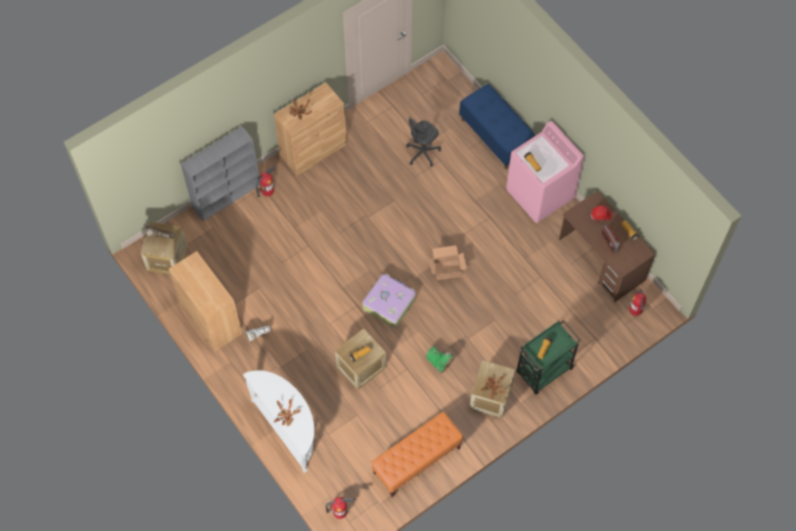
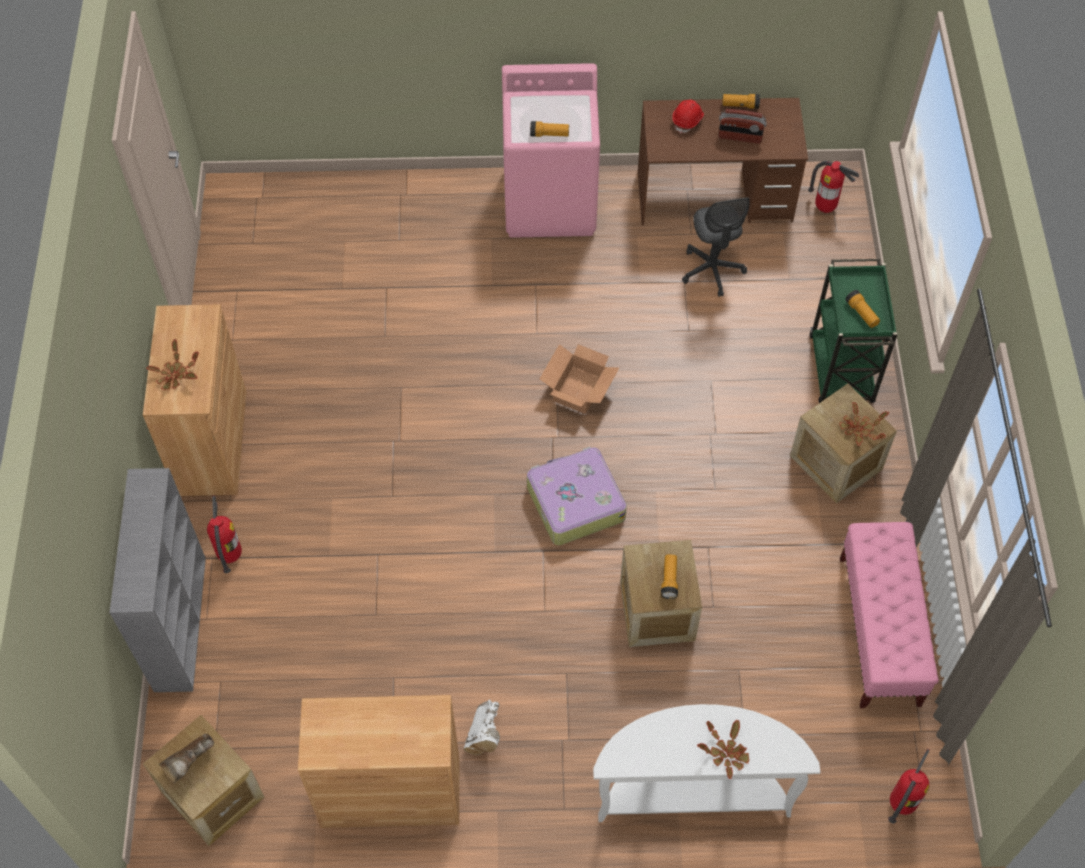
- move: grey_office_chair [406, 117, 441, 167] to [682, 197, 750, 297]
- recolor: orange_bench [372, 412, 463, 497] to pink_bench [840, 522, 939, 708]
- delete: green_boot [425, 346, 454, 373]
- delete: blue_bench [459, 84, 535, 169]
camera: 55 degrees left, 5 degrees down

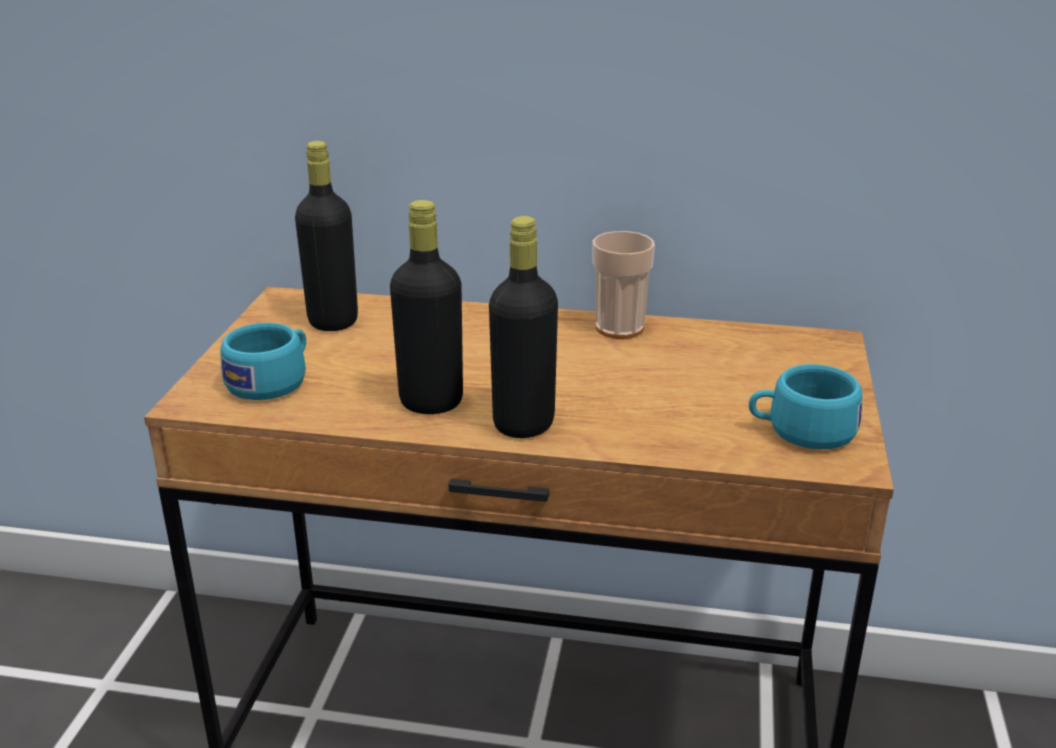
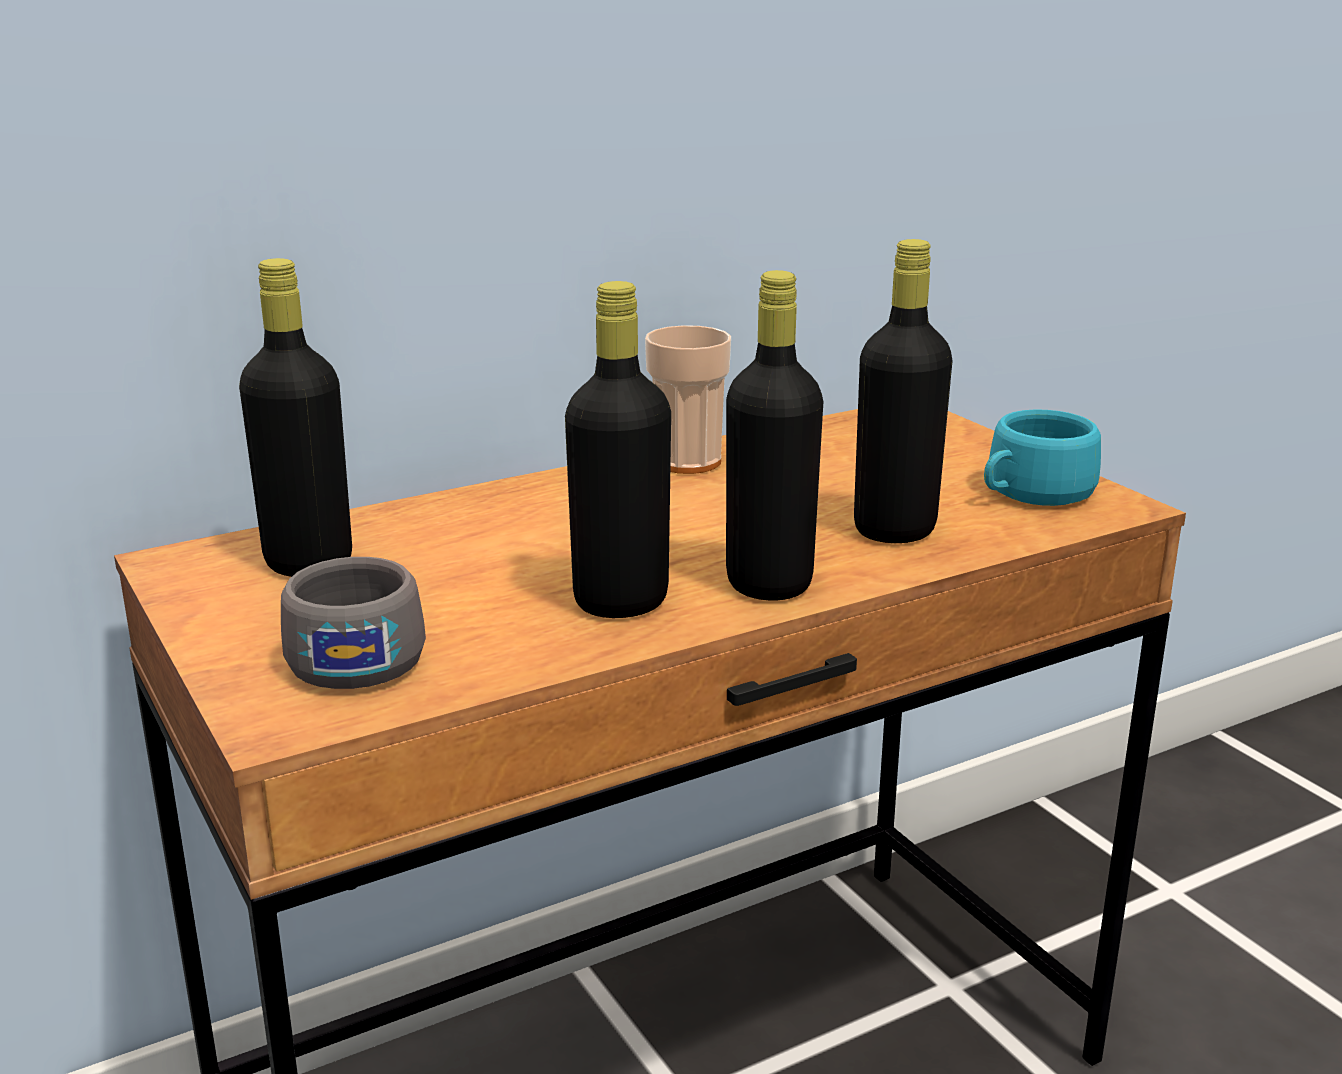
- recolor: turquoise_cup [220, 323, 306, 400] to grey_cup [281, 557, 426, 689]
- insert: black_bottle [854, 239, 953, 543]
camera: 40 degrees left, 5 degrees down

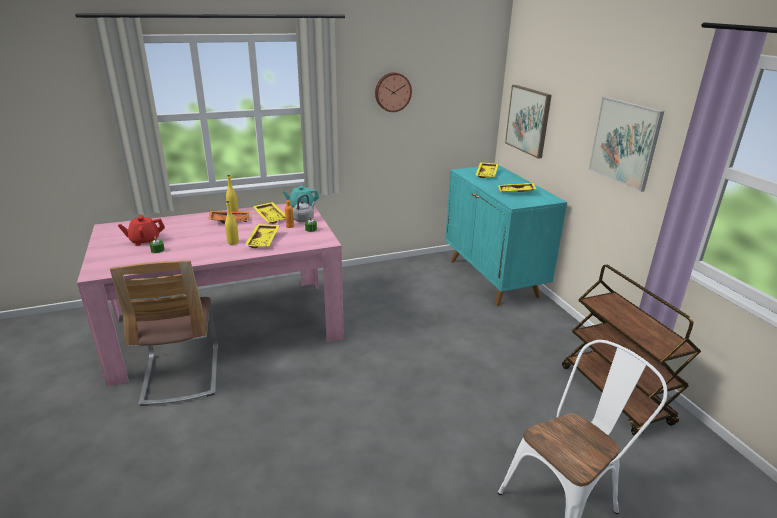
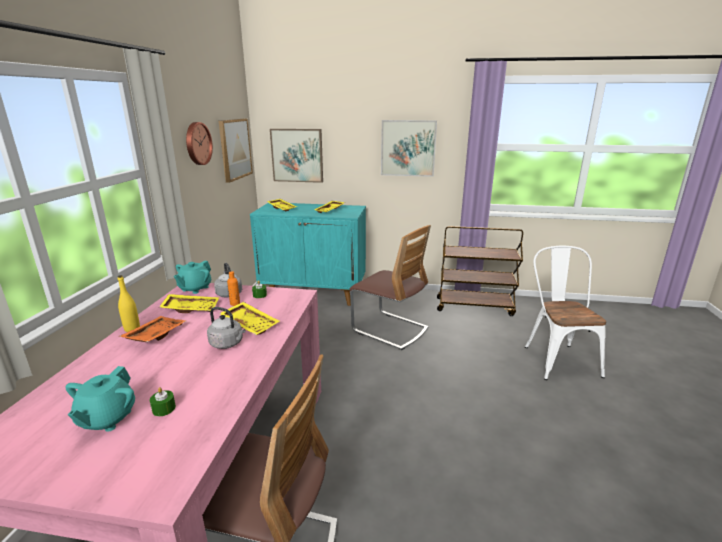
- recolor: red_teapot [118, 215, 165, 246] to turquoise_teapot [65, 366, 135, 432]
- replace: yellow_bottle [225, 201, 239, 245] to grey_kettle [207, 307, 245, 349]
- insert: picture [219, 119, 253, 183]
- insert: chair [349, 225, 431, 350]
camera: 60 degrees left, 5 degrees down

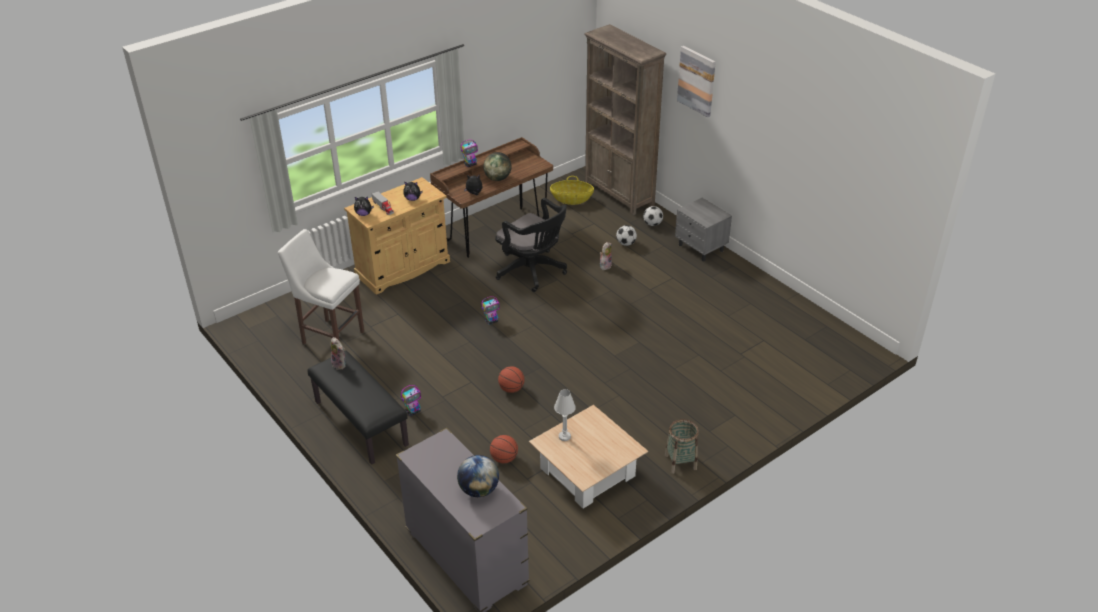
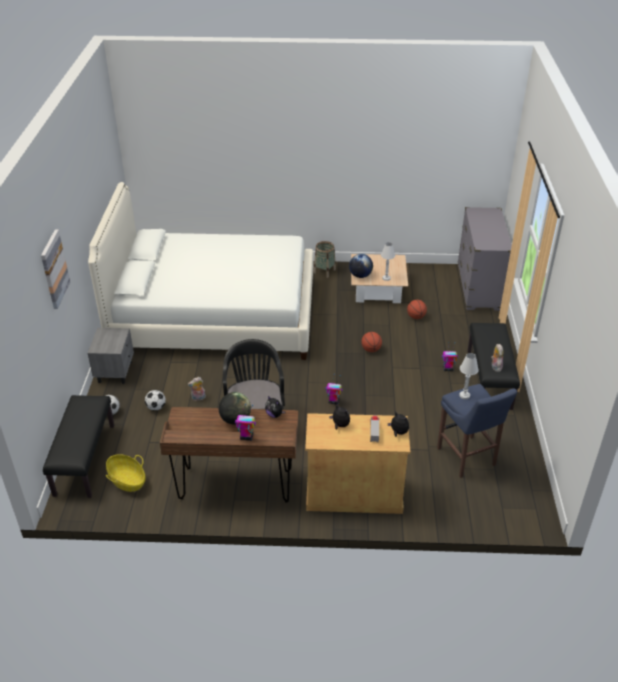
- replace: brown_bookcase [584, 24, 666, 215] to black_bench [43, 395, 114, 498]
- insert: white_bed [88, 182, 314, 360]
- move: globe [457, 455, 499, 497] to [349, 254, 373, 278]
- recolor: white_stool [278, 229, 364, 345] to blue_stool [437, 384, 517, 478]
- insert: white_table_lamp [459, 353, 478, 399]
camera: 140 degrees left, 0 degrees up

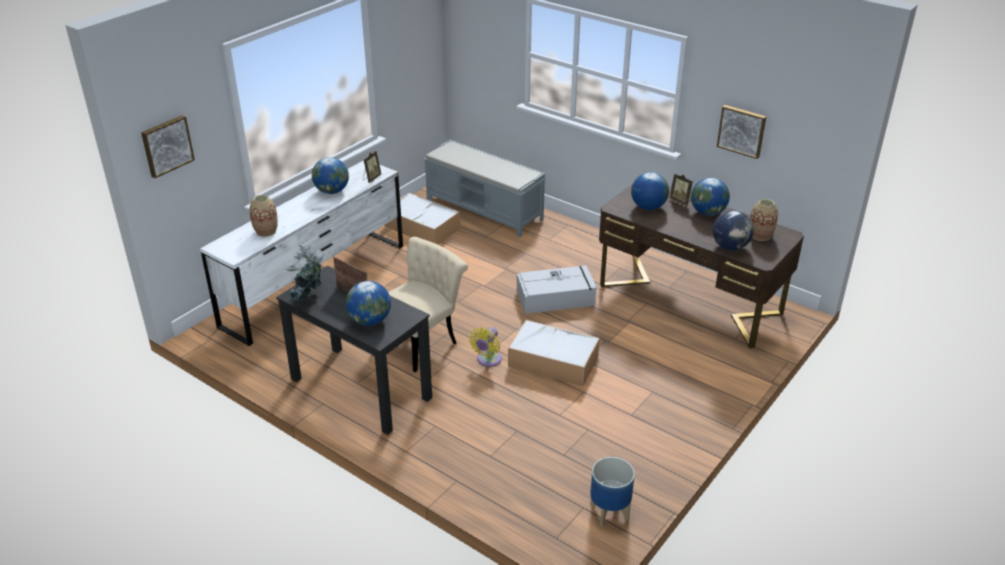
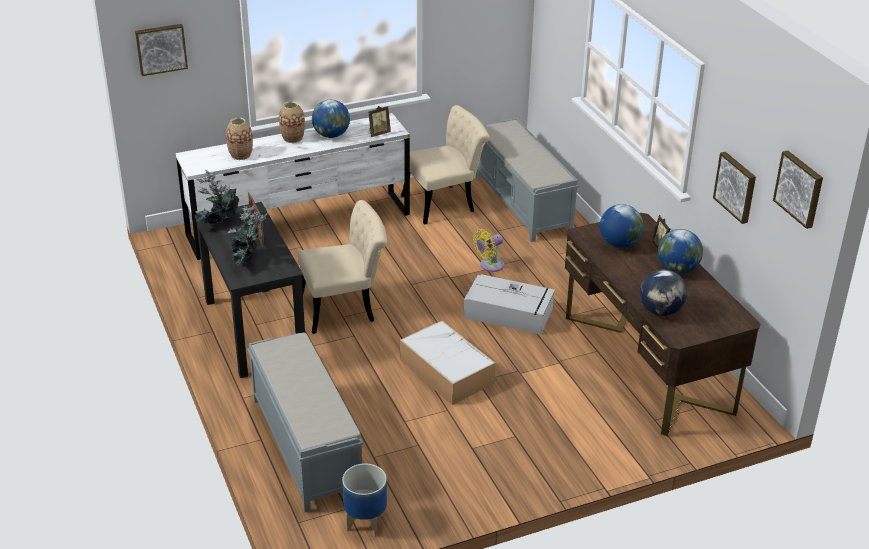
- replace: globe [346, 281, 391, 326] to potted_plant [228, 205, 268, 266]
- insert: grey_bench [247, 332, 363, 512]
- move: vase [750, 199, 778, 241] to [279, 101, 305, 143]
- replace: storage_box [385, 193, 460, 245] to beige_chair [401, 105, 490, 225]
- move: yellow_fan [469, 327, 502, 367] to [473, 229, 504, 272]
- insert: picture [773, 150, 823, 229]
camera: 30 degrees right, 0 degrees up

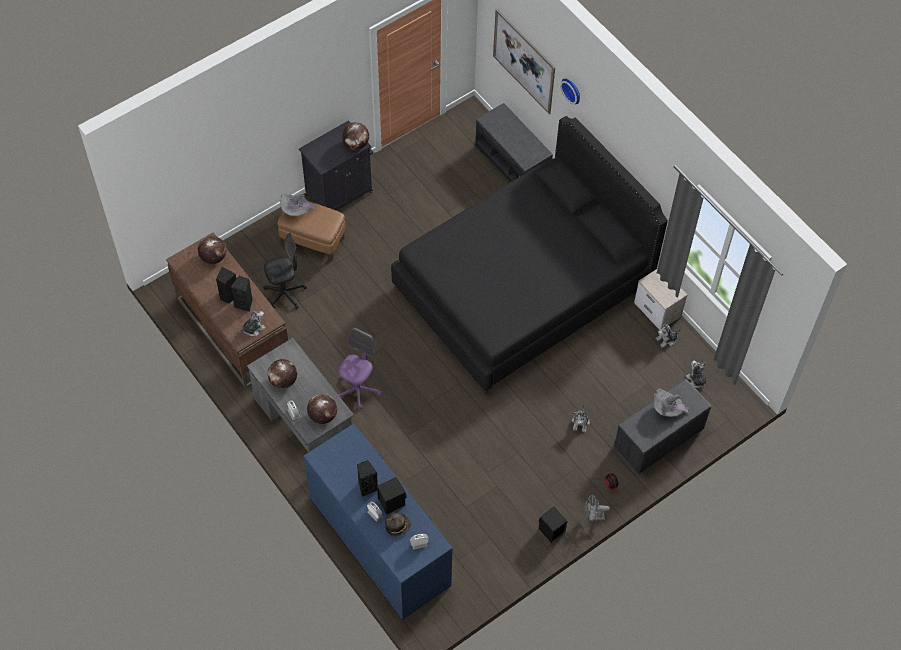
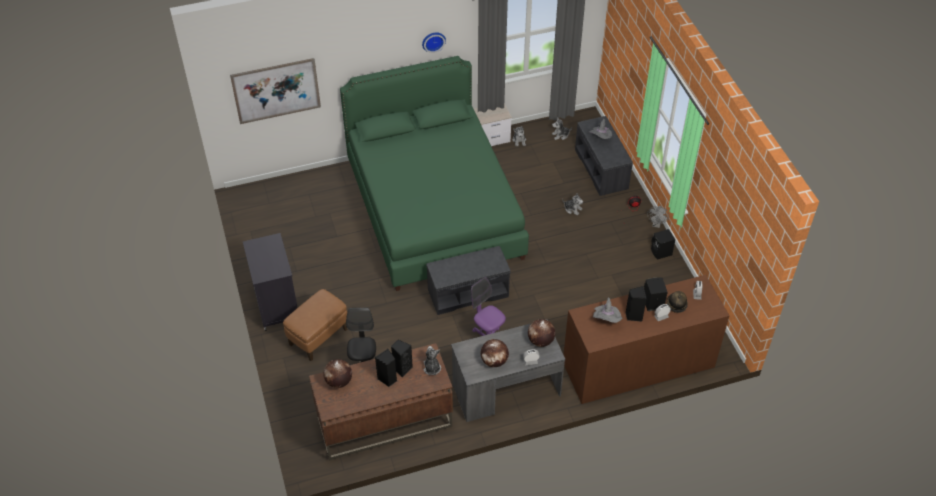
- recolor: black_bed [391, 116, 668, 393] to green_bed [340, 56, 529, 291]
- move: wall_clock [560, 79, 580, 104] to [422, 32, 446, 53]
- move: grey_bench [475, 103, 553, 182] to [426, 246, 511, 315]
- recolor: blue_dresser [304, 424, 453, 620] to brown_dresser [563, 275, 730, 404]
- move: grey_hat [279, 193, 316, 216] to [593, 297, 622, 323]
- delete: globe [342, 122, 369, 150]
camera: 70 degrees left, 10 degrees down

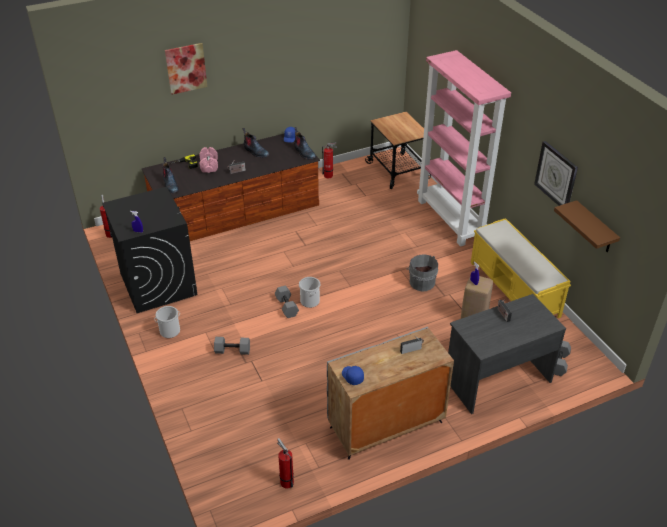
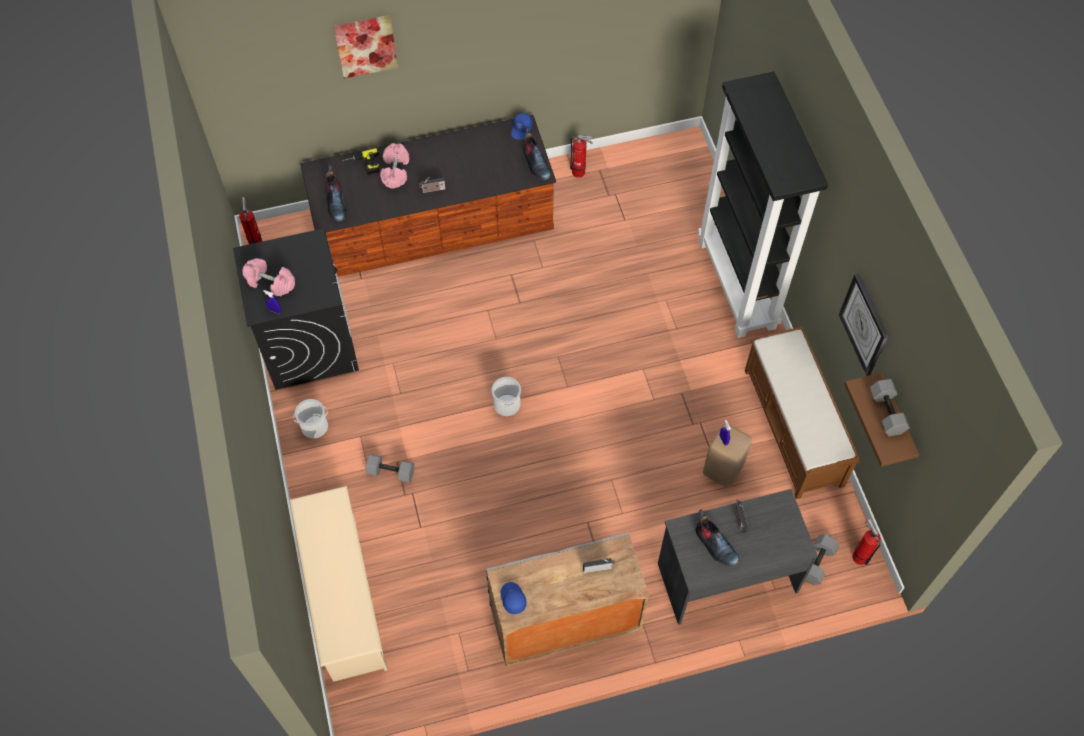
- insert: pink_dumbbell [242, 258, 295, 296]
- insert: beige_shoe_rack [290, 486, 387, 682]
- move: boot [242, 128, 269, 158] to [696, 509, 739, 566]
- recolor: pink_bookcase [417, 50, 511, 247] to black_bookcase [698, 72, 828, 338]
- recolor: yellow_bench [471, 218, 571, 318] to brown_bench [745, 326, 860, 499]
- move: fire_extinguisher [277, 438, 294, 488] to [852, 519, 881, 565]
- move: grey_dumbbell [275, 286, 299, 318] to [870, 379, 910, 436]
- delete: cart [365, 112, 431, 189]
- delete: grey_bucket [407, 254, 438, 292]
camera: 10 degrees right, 20 degrees up

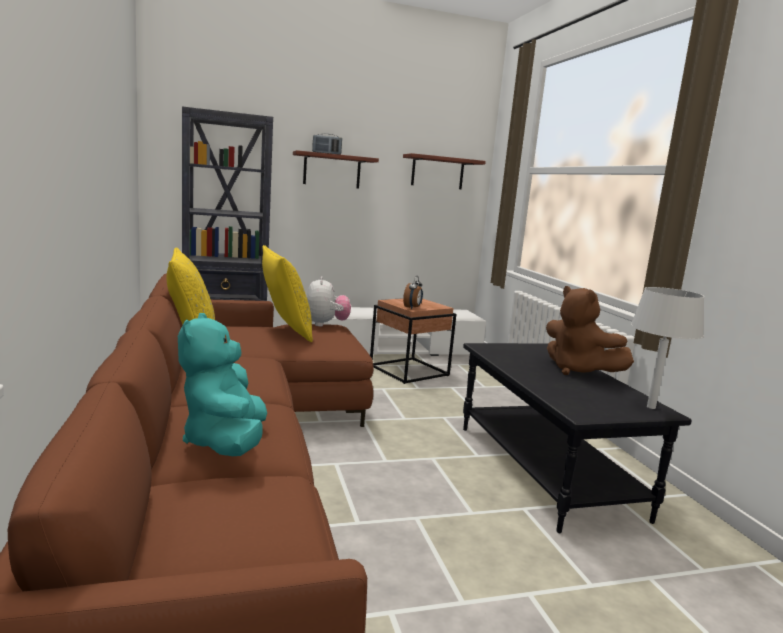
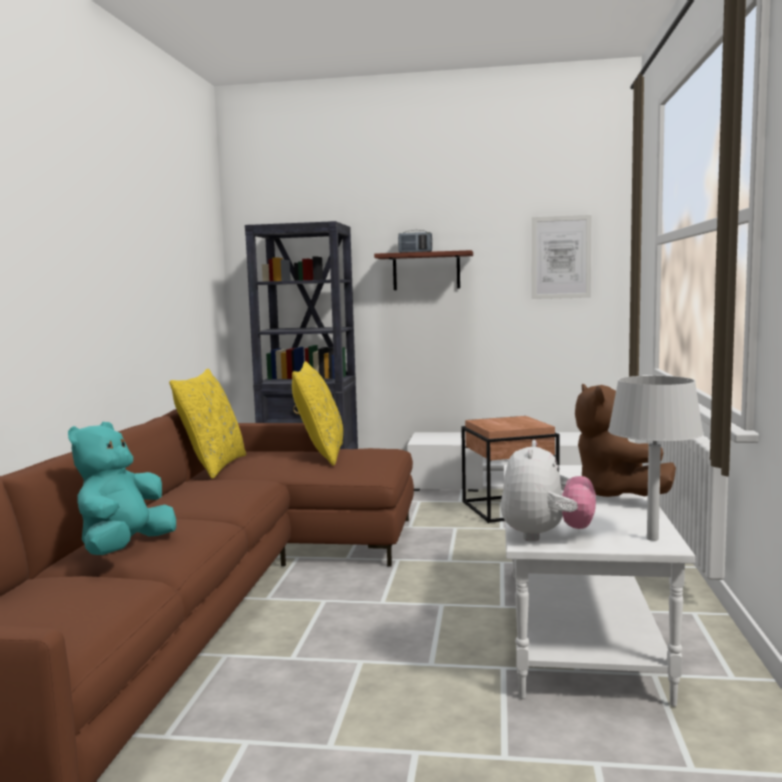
- move: plush_toy [306, 276, 351, 326] to [501, 440, 596, 542]
- recolor: black_coffee_table [463, 343, 692, 533] to white_coffee_table [504, 465, 695, 707]
- replace: shelf [403, 153, 486, 189] to picture [532, 215, 591, 299]
- delete: alarm_clock [403, 276, 423, 309]
camera: 25 degrees right, 5 degrees down

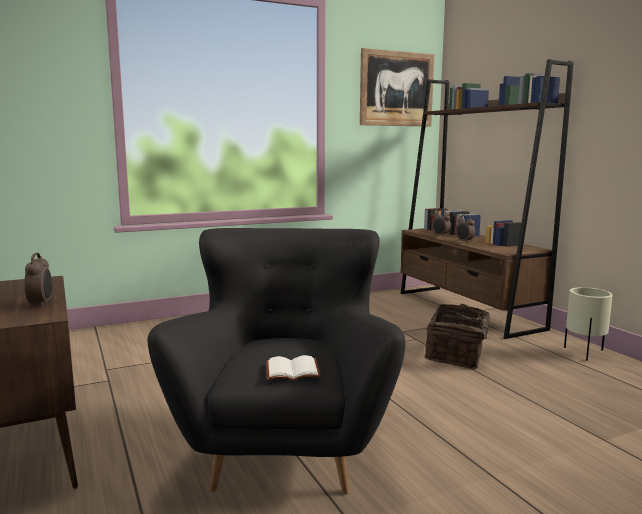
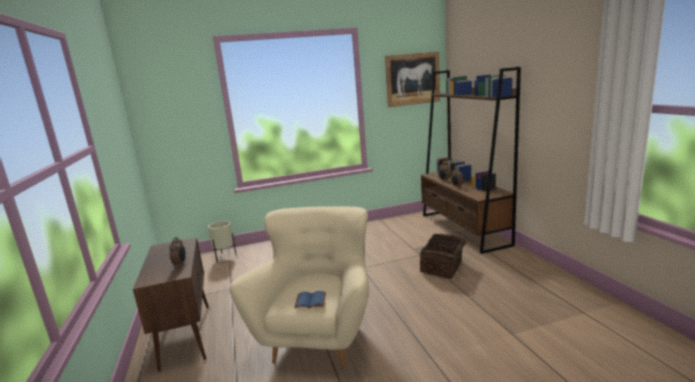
- move: beige_planter [564, 287, 613, 361] to [208, 221, 236, 262]
- recolor: black_armchair [148, 228, 406, 494] to beige_armchair [230, 206, 369, 368]
- recolor: white_book [266, 355, 321, 381] to blue_book [294, 291, 326, 308]
camera: 10 degrees right, 5 degrees up

